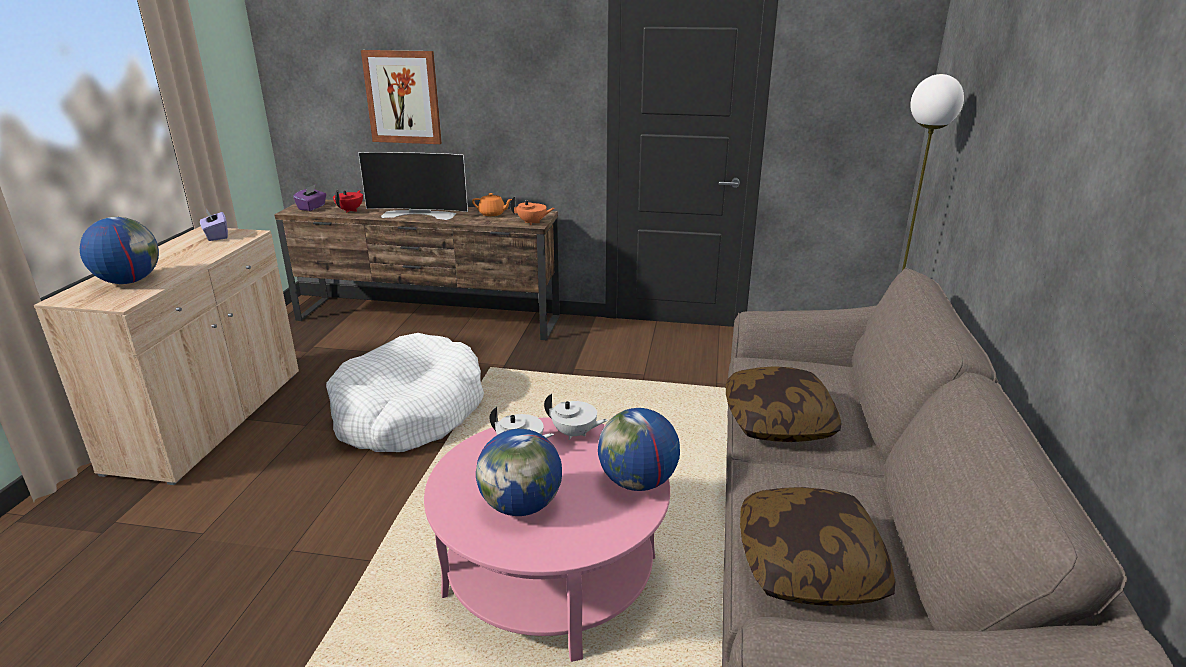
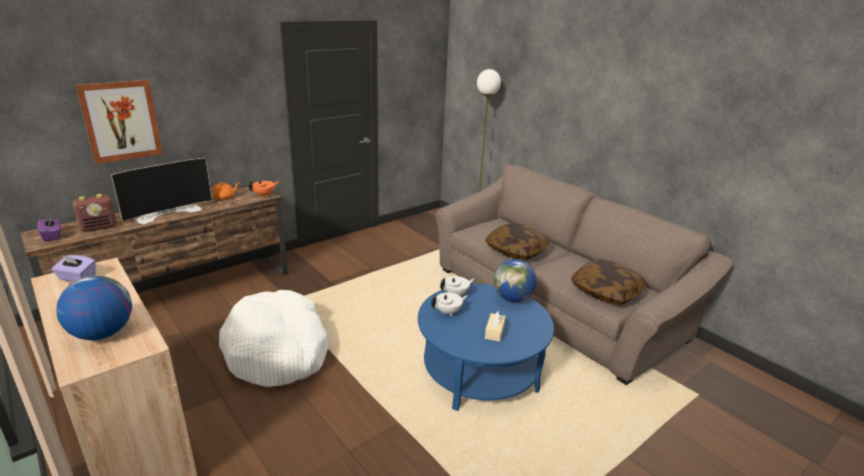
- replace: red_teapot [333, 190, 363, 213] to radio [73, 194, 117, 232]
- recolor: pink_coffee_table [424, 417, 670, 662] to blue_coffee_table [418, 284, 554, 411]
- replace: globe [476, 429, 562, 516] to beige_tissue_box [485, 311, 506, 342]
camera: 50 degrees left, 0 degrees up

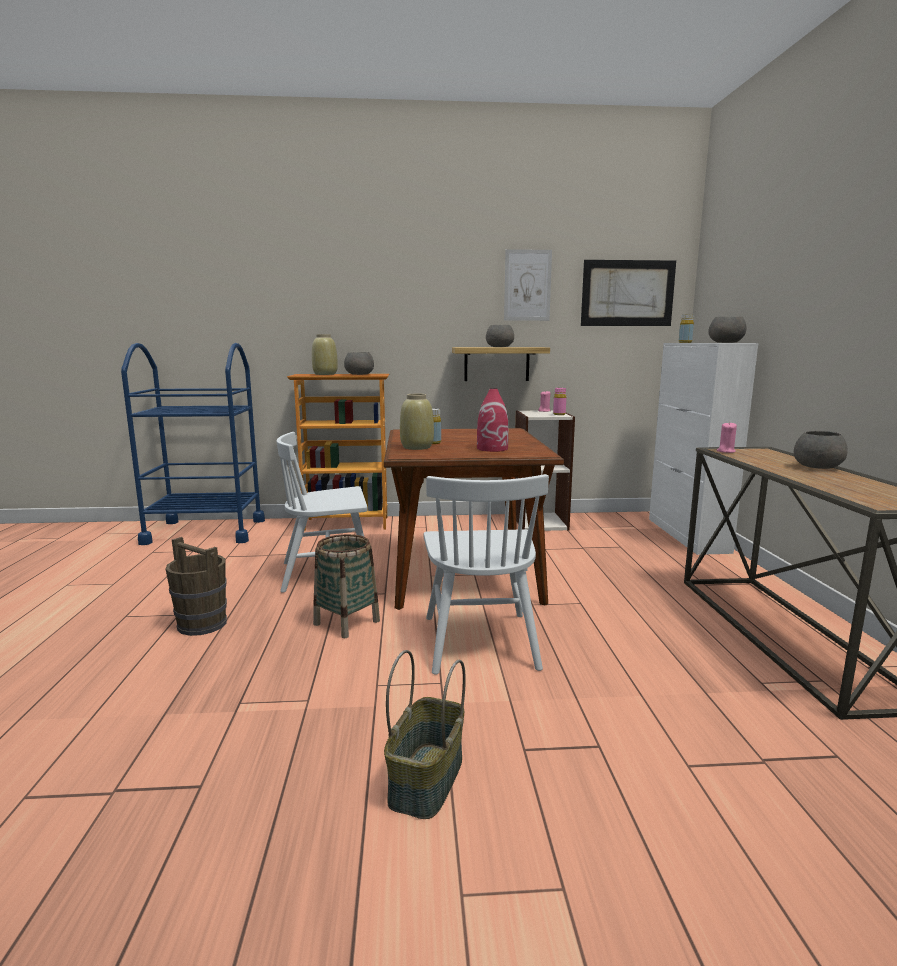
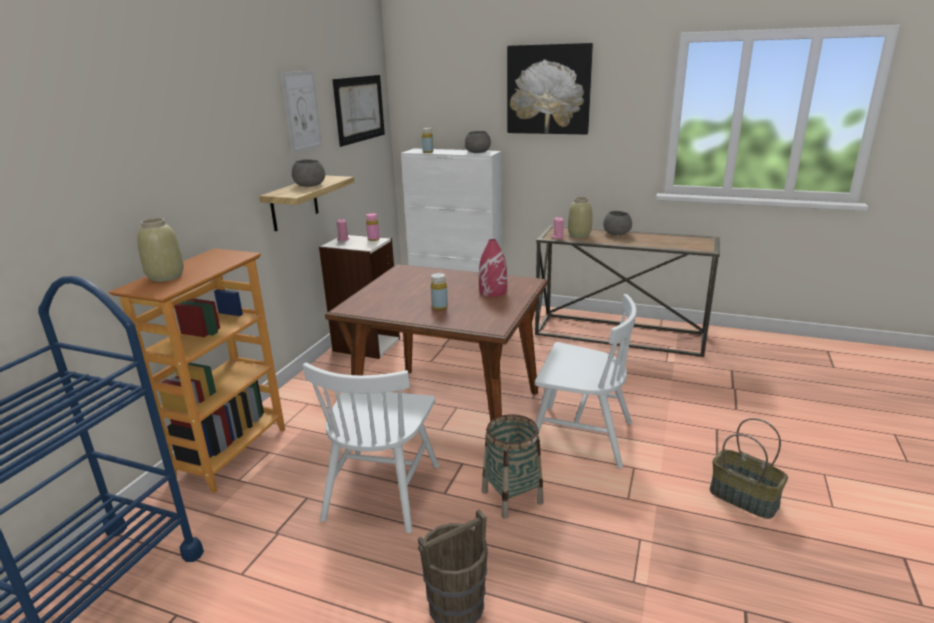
- insert: picture [507, 43, 593, 135]
- move: beige_vase [400, 394, 434, 450] to [568, 197, 592, 238]
- delete: grey_bowl [344, 352, 374, 375]
camera: 65 degrees left, 10 degrees up

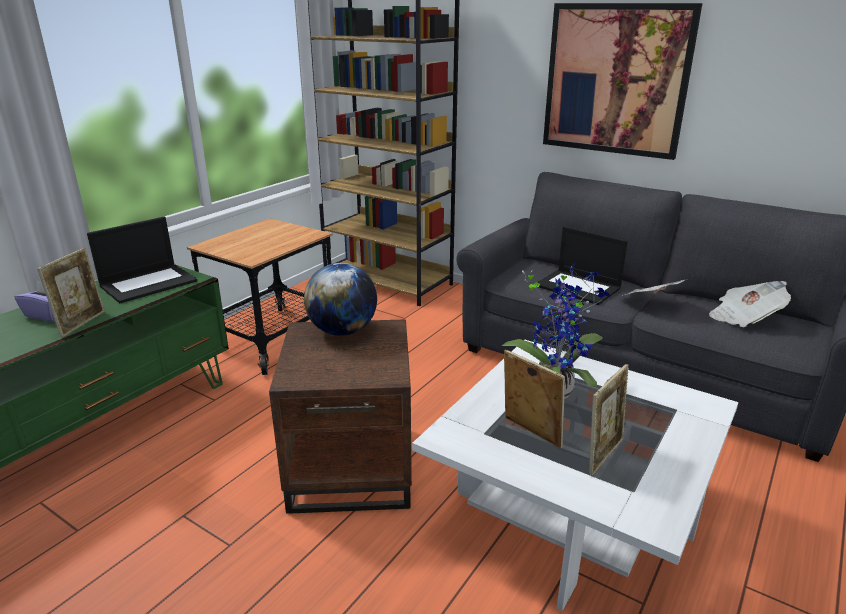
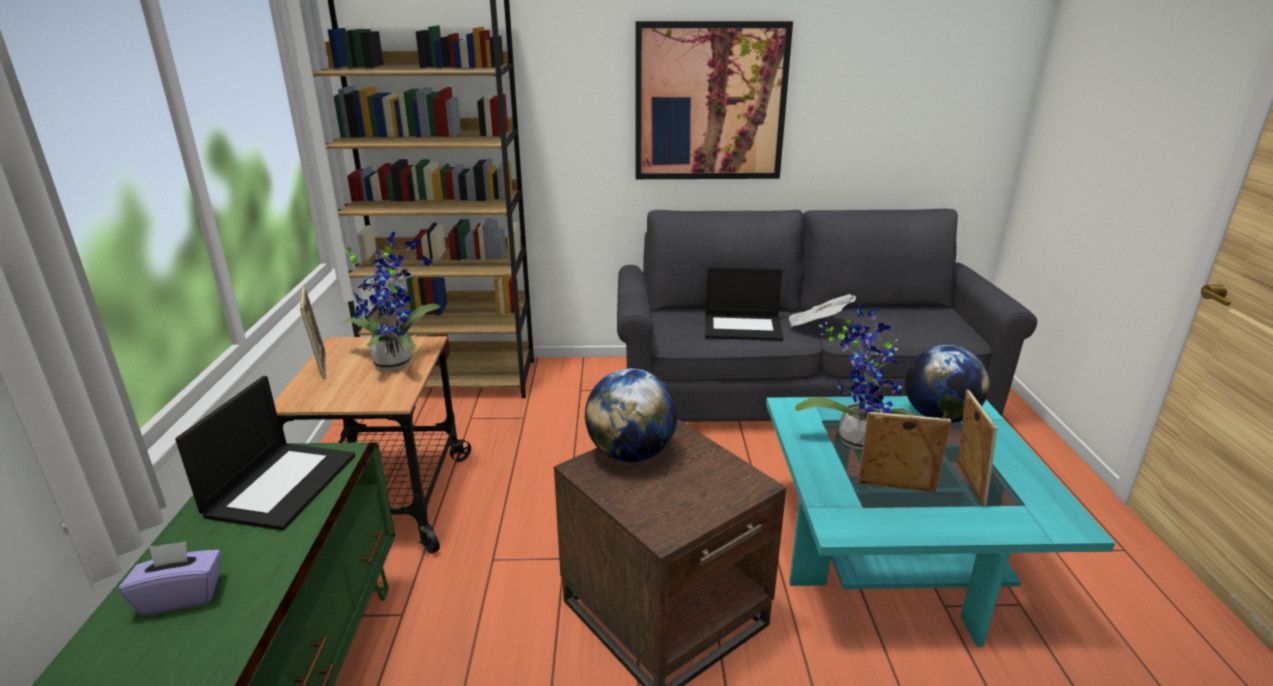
- move: picture_frame [37, 248, 105, 338] to [300, 286, 327, 379]
- insert: potted_plant [342, 232, 441, 371]
- recolor: white_coffee_table [412, 340, 738, 611] to turquoise_coffee_table [766, 396, 1115, 647]
- insert: globe [905, 345, 989, 423]
- delete: newspaper [709, 281, 791, 327]
camera: 35 degrees left, 0 degrees up

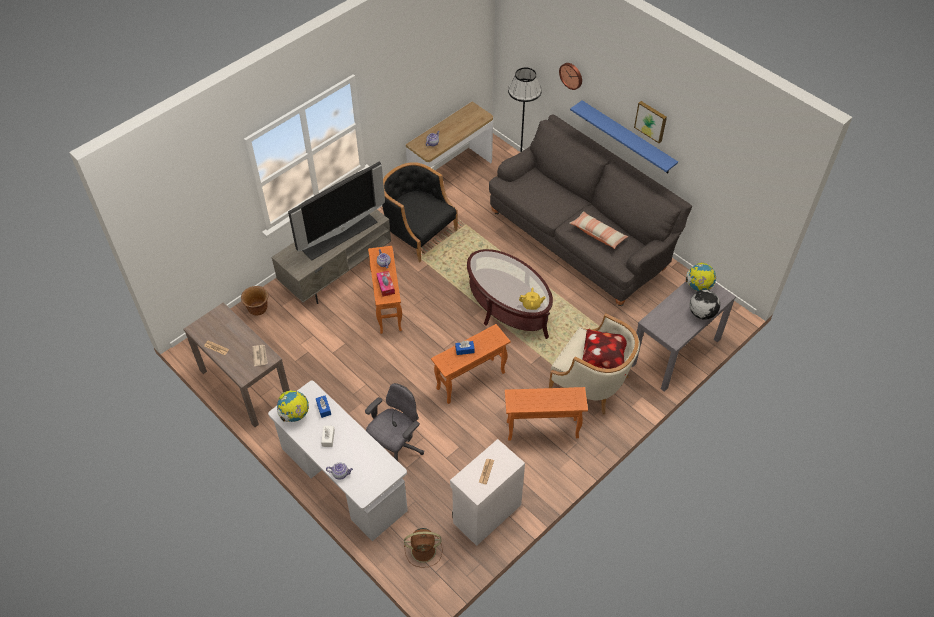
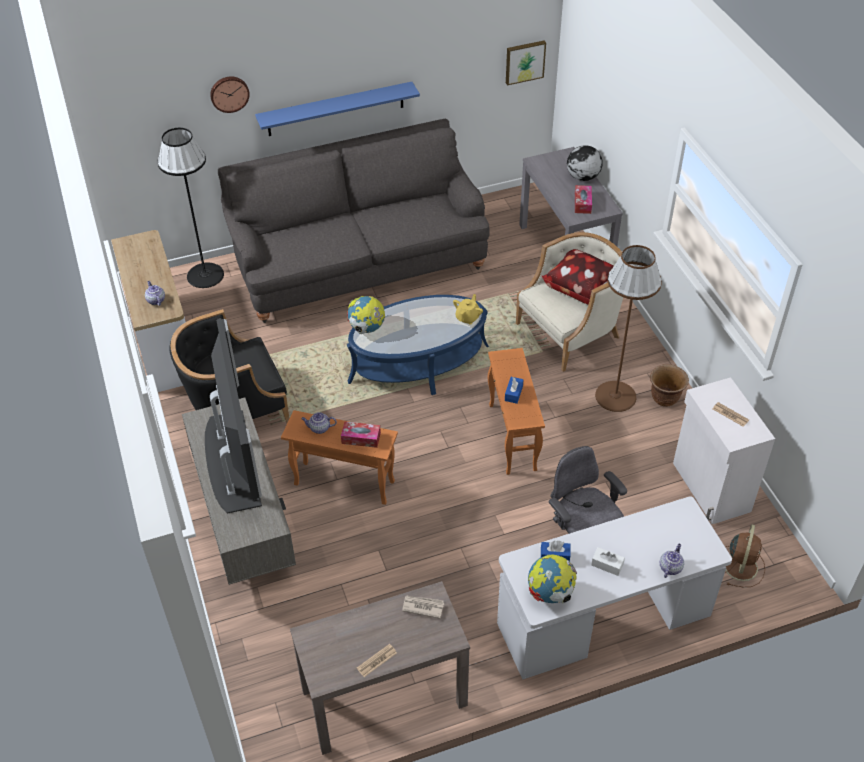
- recolor: brown_coffee_table [467, 249, 553, 339] to blue_coffee_table [347, 295, 489, 395]
- move: globe [686, 262, 716, 291] to [347, 296, 385, 334]
- move: picture [634, 101, 667, 143] to [506, 41, 546, 85]
- insert: tissue_box [575, 185, 592, 214]
- replace: orange_side_table [505, 387, 588, 441] to brown_floor_lamp [595, 245, 662, 412]
- move: brown_planter [241, 286, 268, 315] to [650, 364, 689, 407]
- delete: pillow [569, 211, 628, 249]
camera: 65 degrees left, 5 degrees down

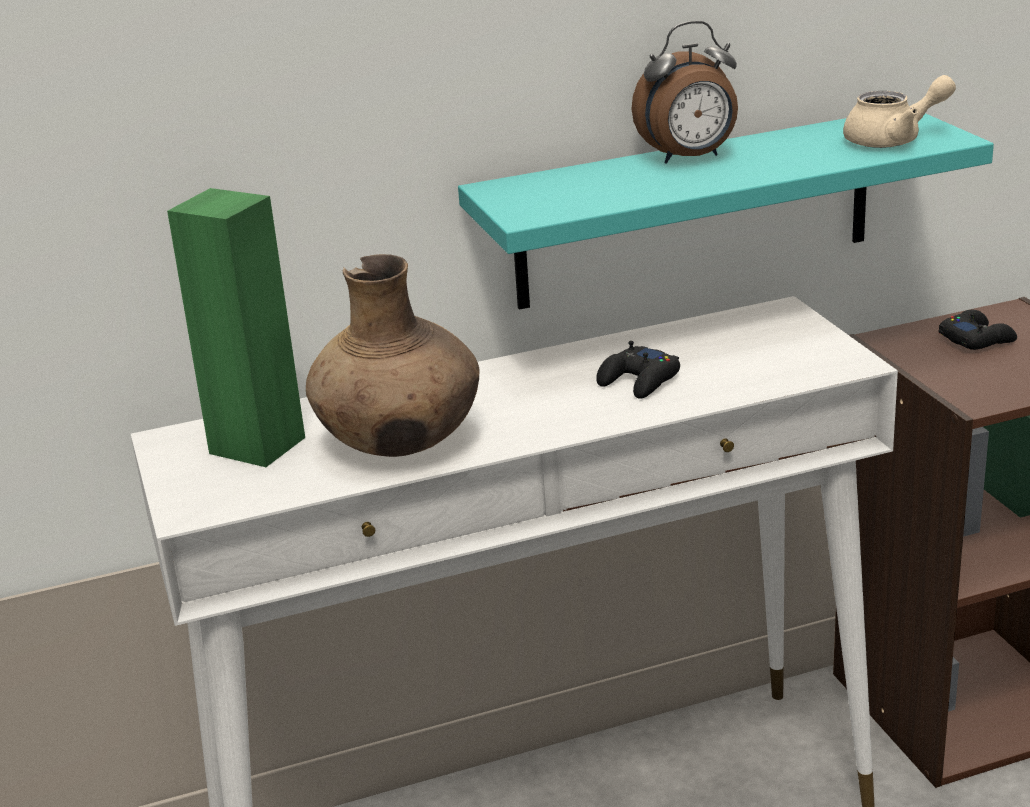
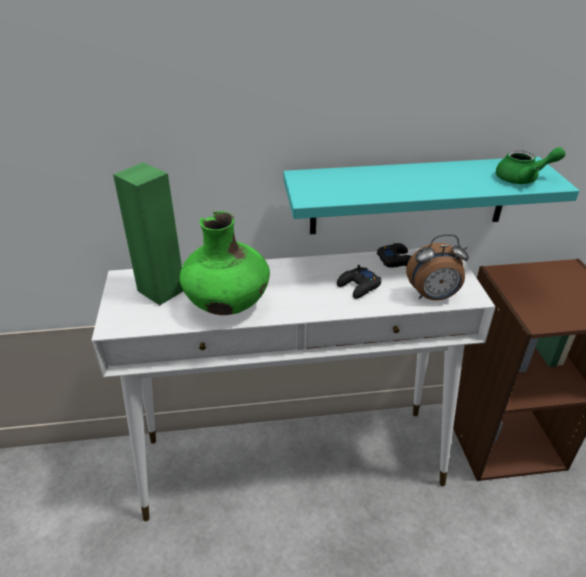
- recolor: brown_vase [306, 254, 479, 457] to green_vase [179, 211, 270, 315]
- move: black_game_controller [938, 310, 1017, 350] to [377, 243, 411, 268]
- move: alarm_clock [632, 21, 738, 164] to [406, 234, 469, 300]
- recolor: beige_teapot [843, 75, 956, 148] to green_teapot [496, 147, 566, 184]
camera: 10 degrees right, 10 degrees up

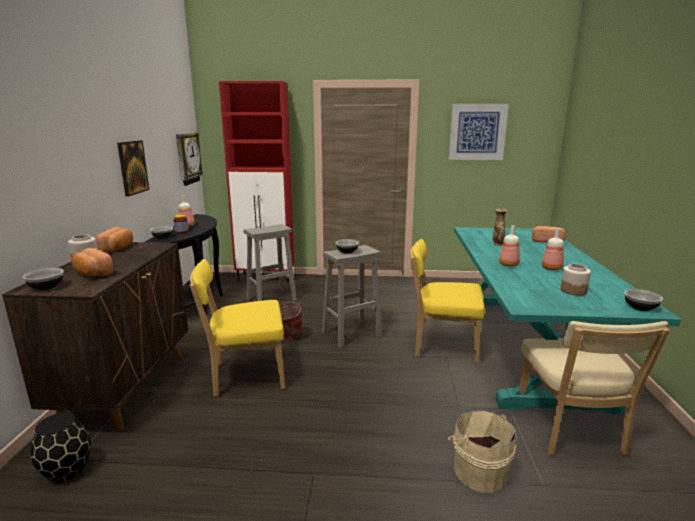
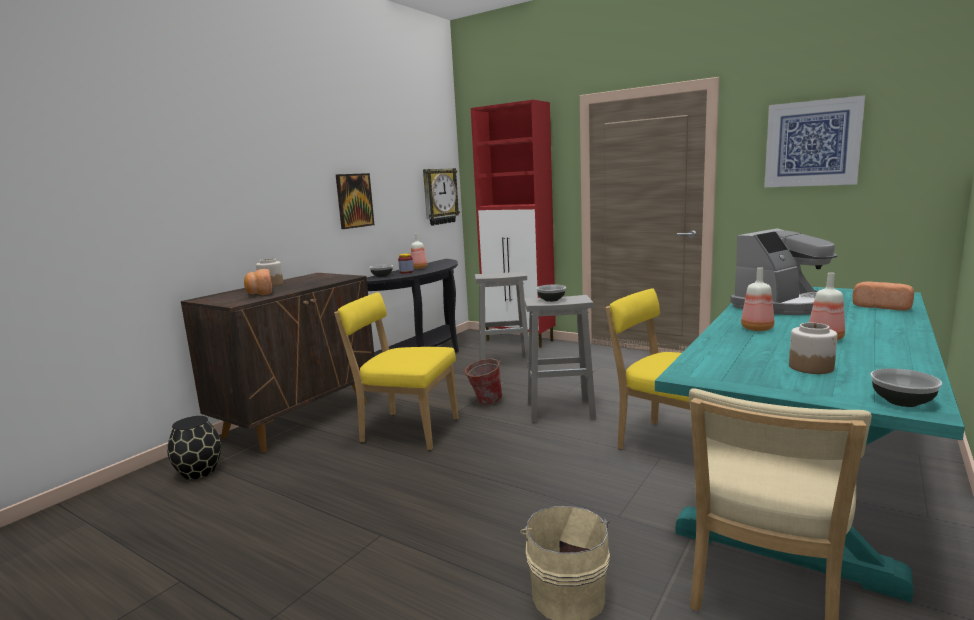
- replace: vase [493, 209, 507, 246] to coffee_machine [730, 228, 838, 315]
- delete: bowl [22, 268, 64, 290]
- delete: bread [96, 227, 133, 252]
camera: 30 degrees right, 5 degrees down

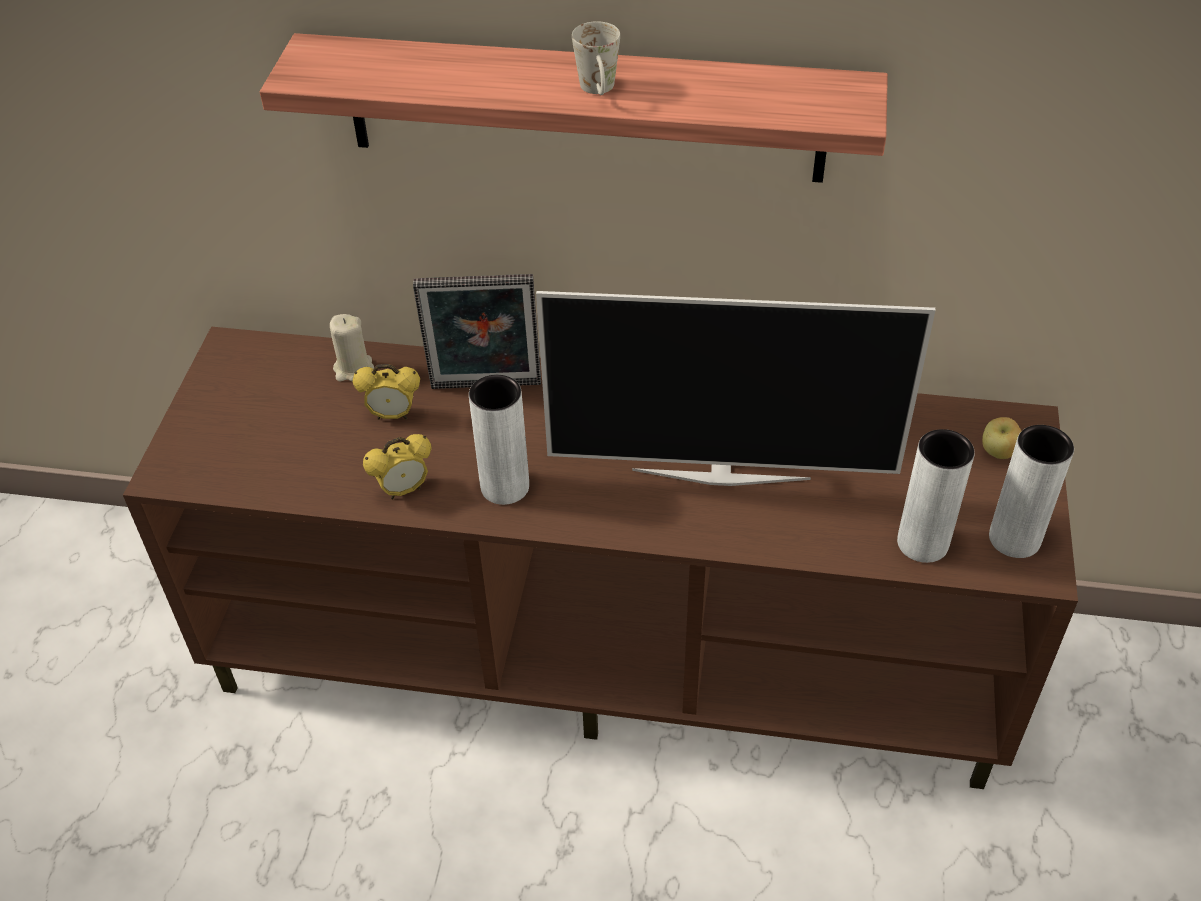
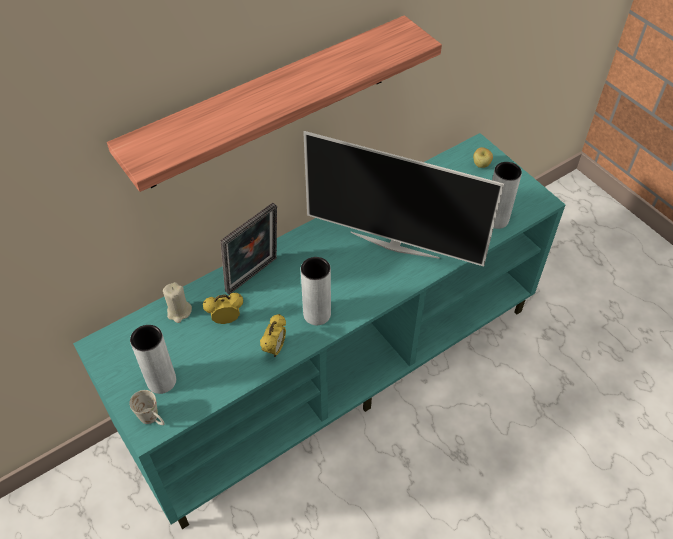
- recolor: brown_tv_stand [123, 327, 1078, 789] to turquoise_tv_stand [73, 133, 566, 529]
- move: grey_vase [989, 425, 1074, 558] to [130, 325, 176, 394]
- move: white_mug [572, 21, 620, 95] to [130, 390, 165, 425]
- rotate: alarm_clock [353, 364, 420, 420] = [203, 293, 243, 324] 150 degrees counterclockwise
- rotate: television [536, 291, 936, 486] = [303, 131, 504, 267] 60 degrees clockwise
camera: 45 degrees left, 5 degrees up

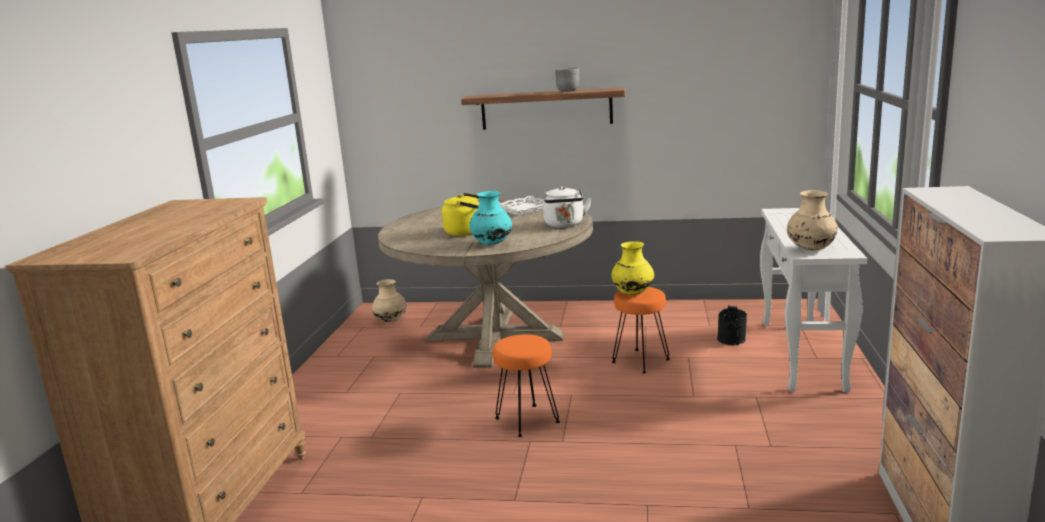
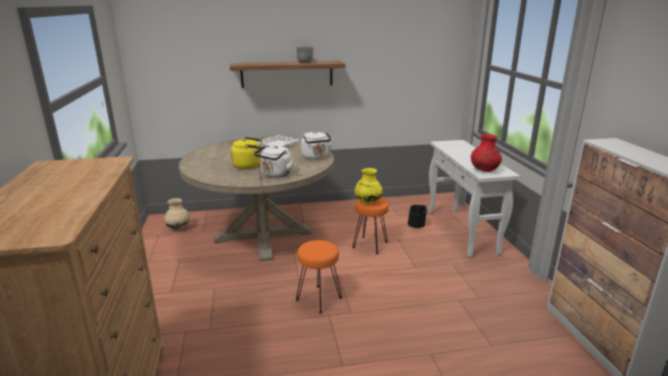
- replace: turquoise_vase [469, 191, 512, 245] to white_kettle [254, 145, 294, 177]
- recolor: beige_vase [787, 190, 838, 251] to red_vase [471, 134, 502, 172]
camera: 20 degrees left, 5 degrees up

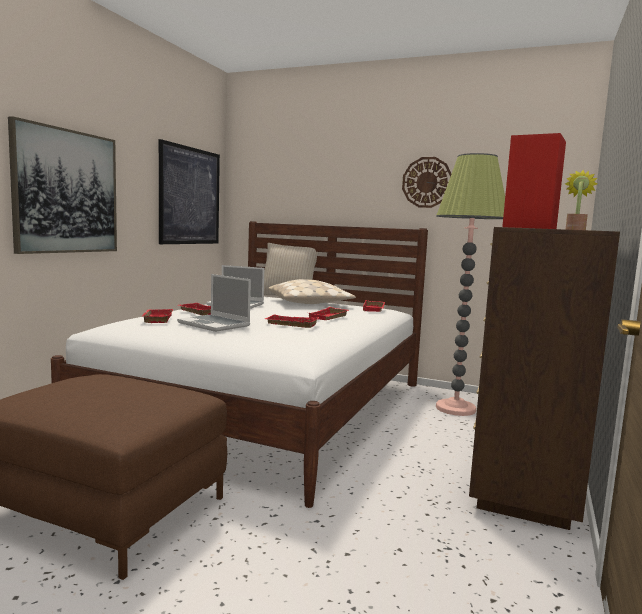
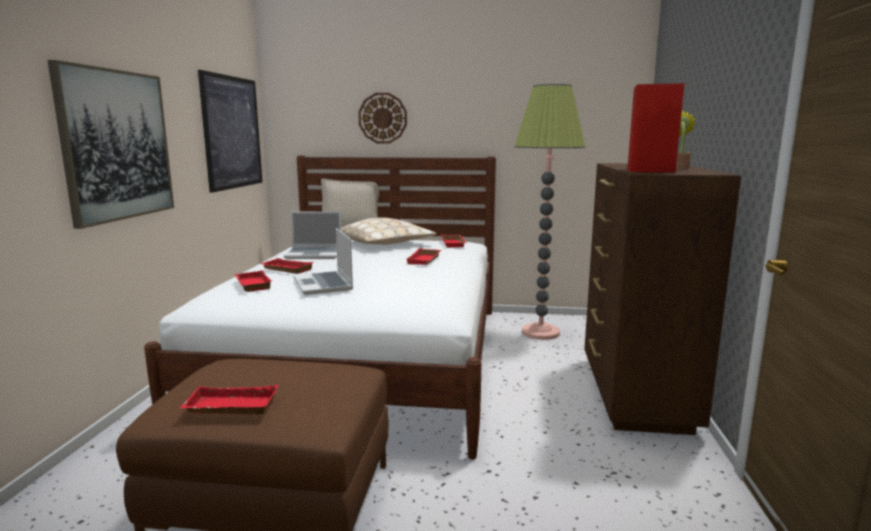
- move: red_tray [265, 314, 319, 328] to [180, 385, 279, 415]
- rotate: laptop [177, 274, 251, 332] = [294, 228, 353, 295] 45 degrees clockwise
- move: wall_clock [402, 157, 452, 208] to [358, 93, 407, 144]
camera: 15 degrees left, 5 degrees up

